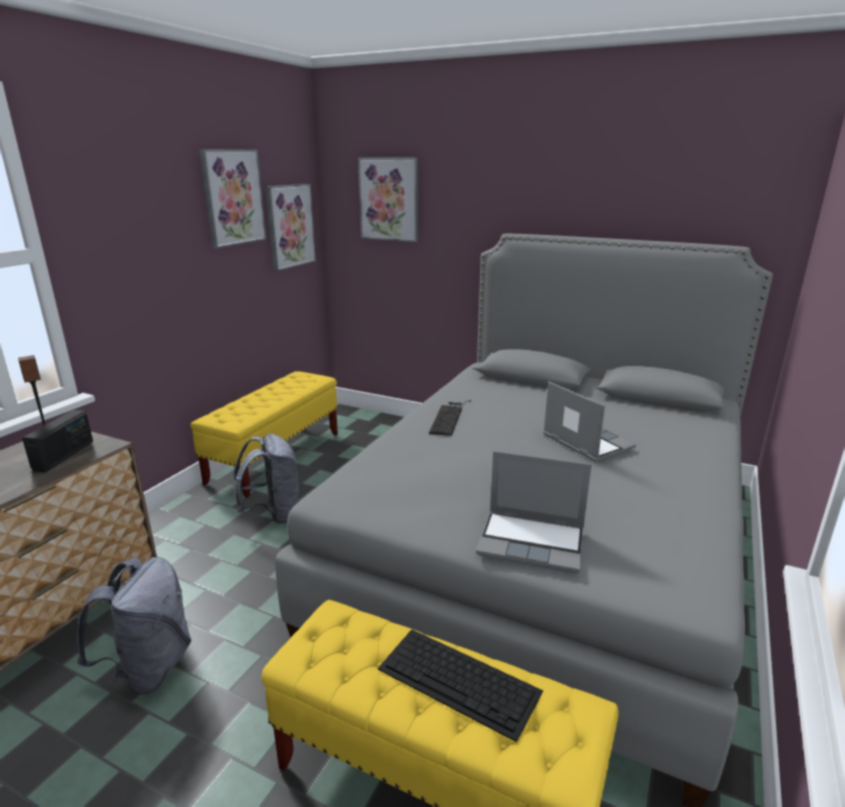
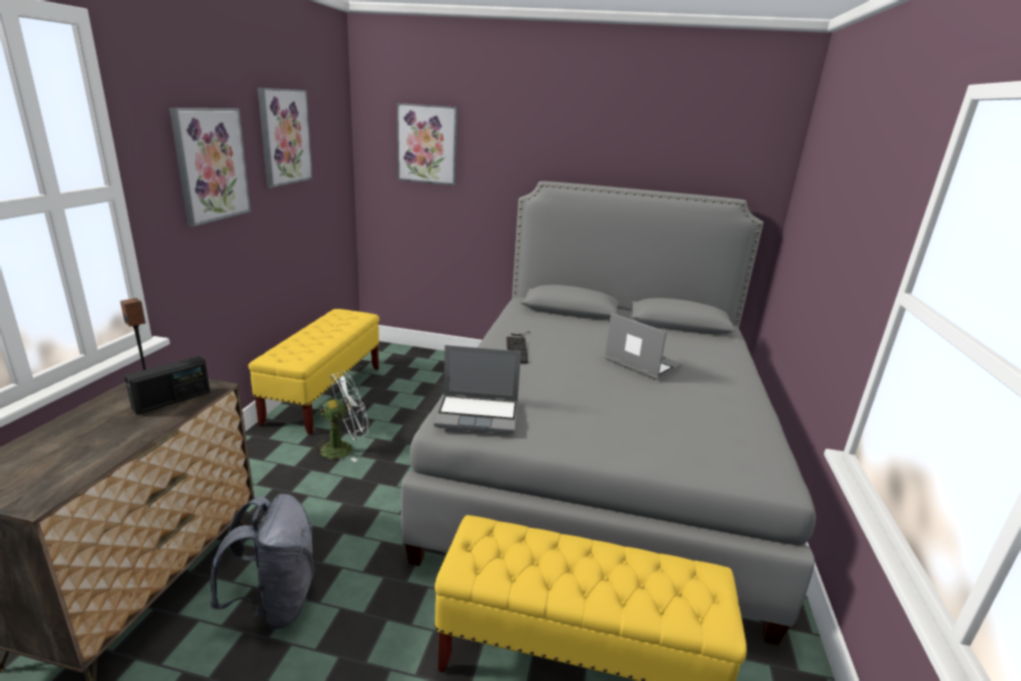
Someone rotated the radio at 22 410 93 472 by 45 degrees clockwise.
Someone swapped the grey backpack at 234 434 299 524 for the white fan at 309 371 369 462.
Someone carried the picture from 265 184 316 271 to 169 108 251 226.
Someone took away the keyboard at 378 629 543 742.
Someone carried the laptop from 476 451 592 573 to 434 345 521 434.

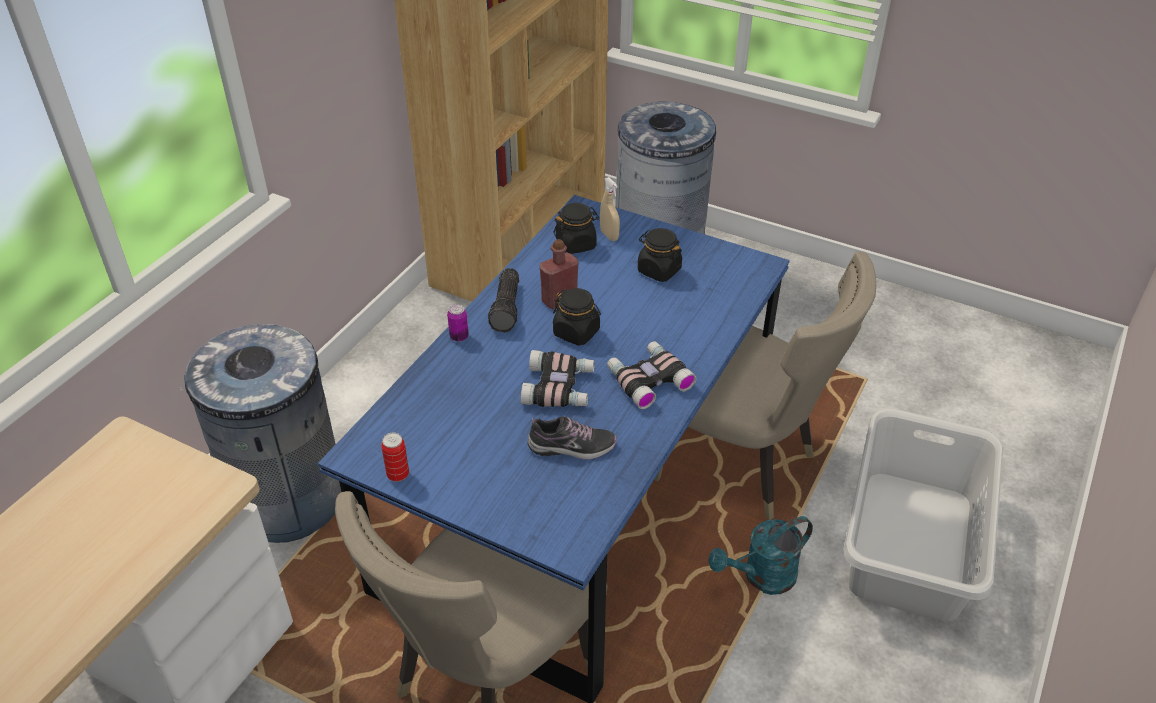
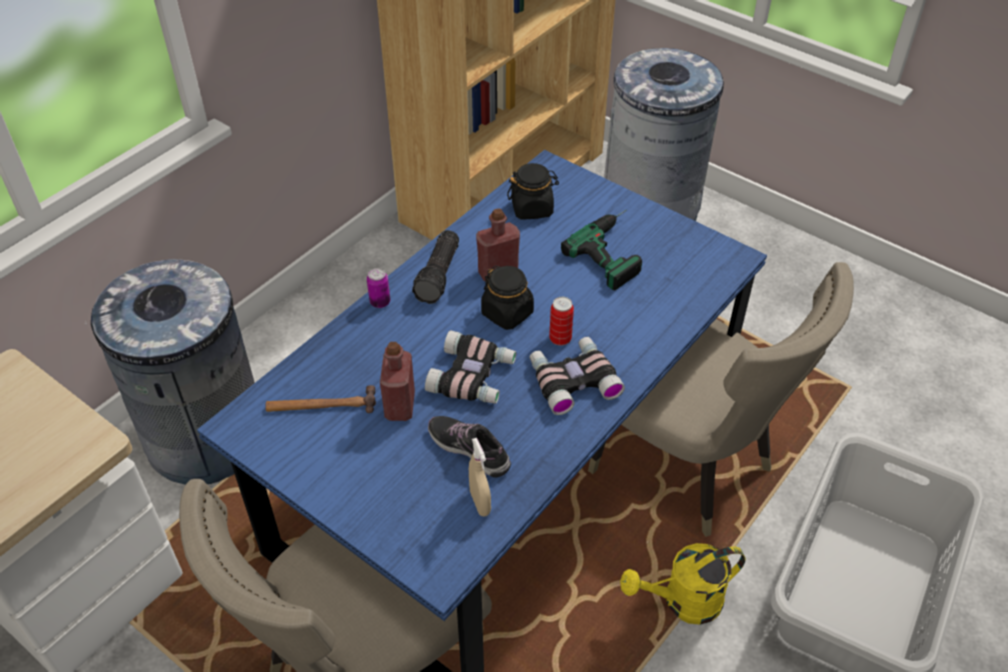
Someone carried the can from 381 432 409 482 to 549 297 574 345.
Someone rotated the shoe at 527 416 617 460 by 150 degrees counterclockwise.
Someone carried the beige spray bottle from 600 177 620 241 to 469 438 491 517.
Someone swapped the black jar at 638 228 682 282 for the power drill at 561 210 642 290.
Someone repainted the turquoise watering can at 708 516 813 595, which became the yellow watering can at 620 543 745 625.
Someone put down the hammer at 265 385 376 413.
Someone put down the red bottle at 380 342 415 421.

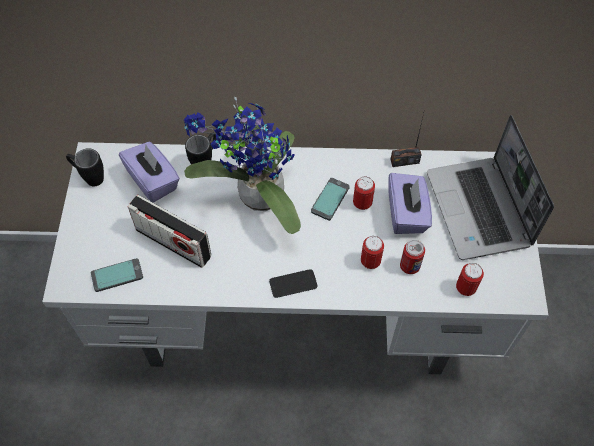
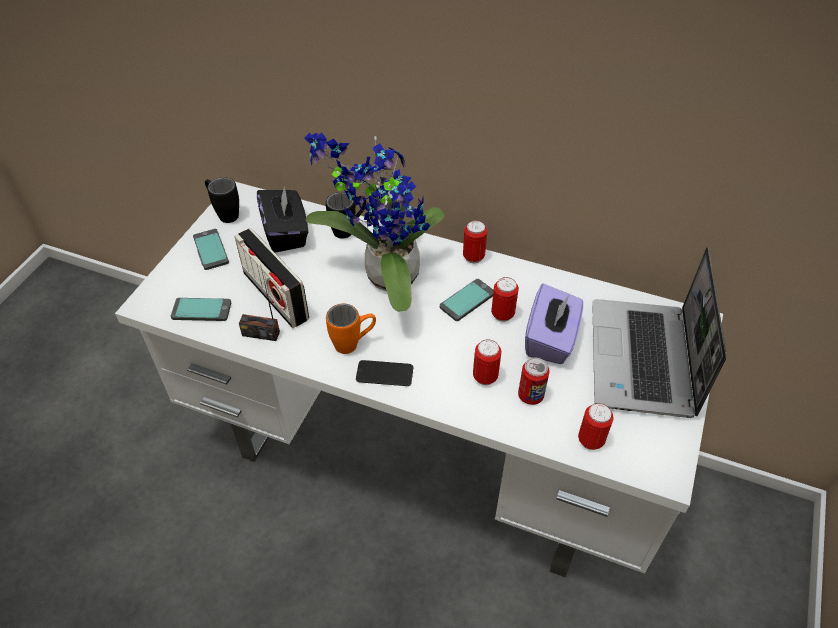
Someone repainted the purple tissue box at 119 142 180 203, which became the black tissue box at 257 186 308 253.
Someone carried the radio from 390 109 425 167 to 239 268 280 341.
Someone put down the phone at 193 229 229 270.
Someone put down the orange mug at 326 304 376 354.
Someone put down the can at 463 220 487 263.

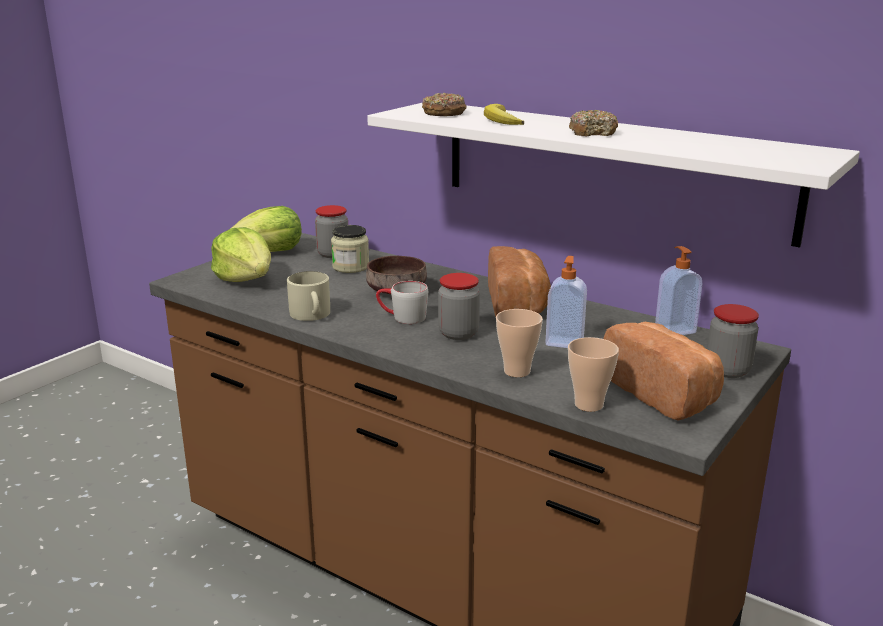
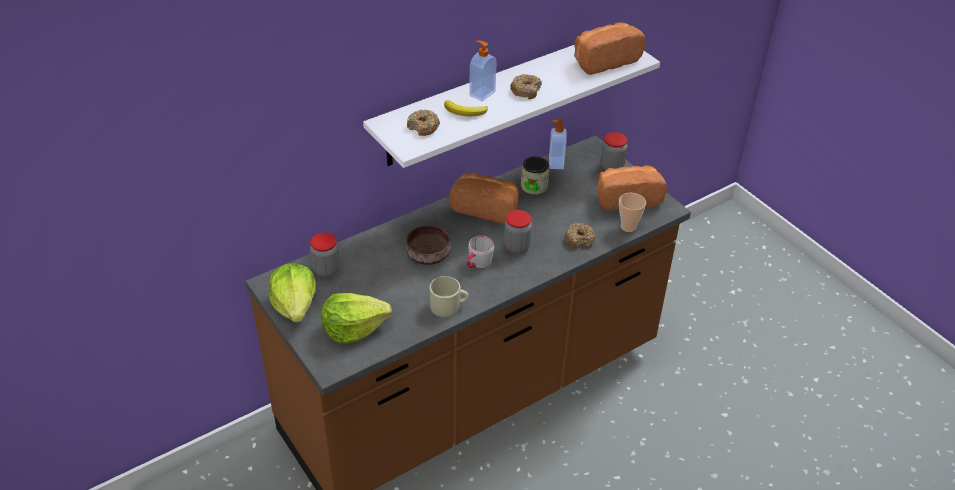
Someone carried the jar from 331 225 369 273 to 521 156 549 195.
Someone swapped the cup at 496 309 543 377 for the donut at 565 223 595 248.
Someone carried the soap dispenser from 545 256 587 348 to 469 40 497 101.
Someone put down the bread at 574 23 645 75.

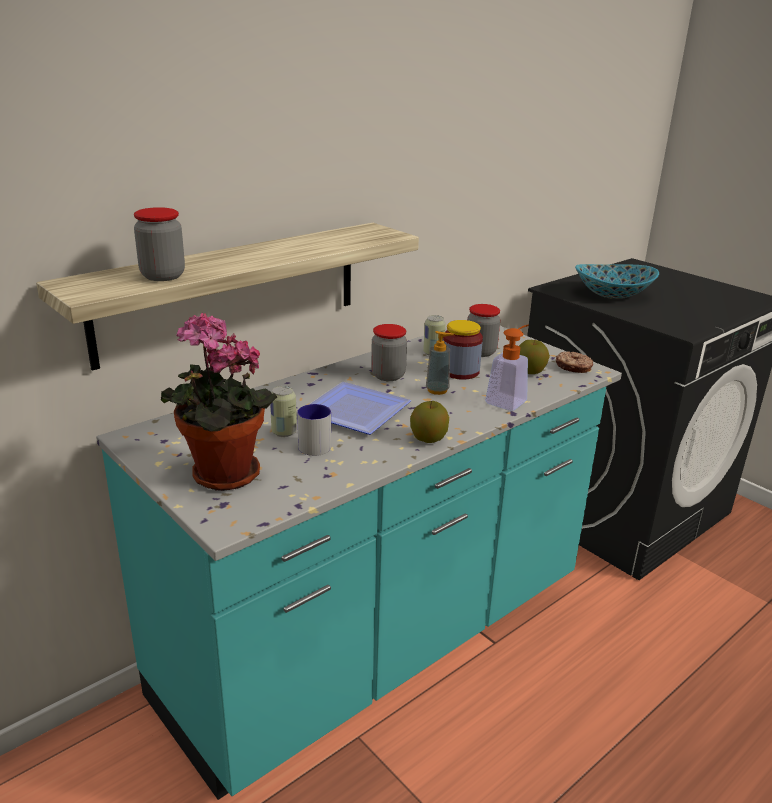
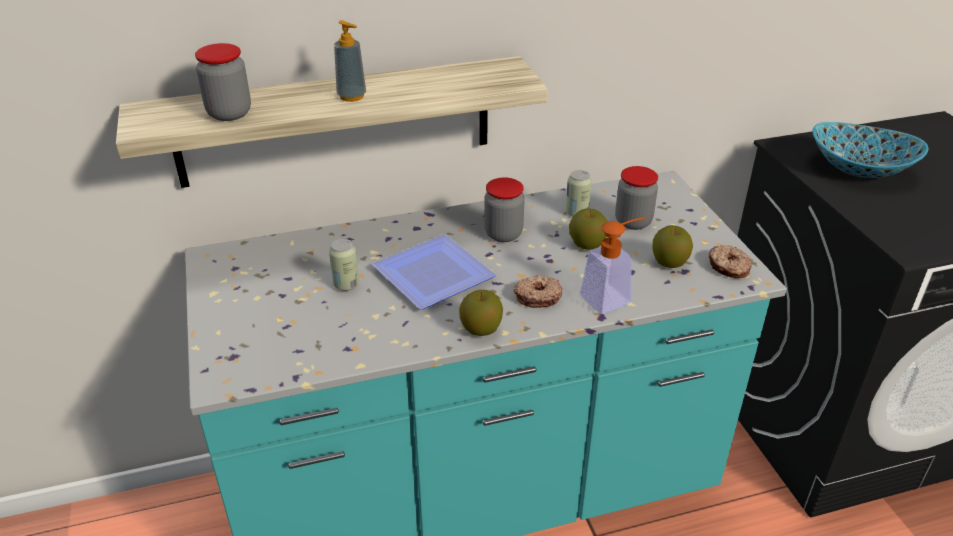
Someone took away the potted plant at 161 313 277 491.
Someone took away the mug at 297 404 331 456.
Someone carried the soap dispenser from 426 331 454 395 to 334 20 366 102.
Someone swapped the jar at 443 320 483 379 for the apple at 569 209 607 250.
Someone put down the donut at 514 275 562 308.

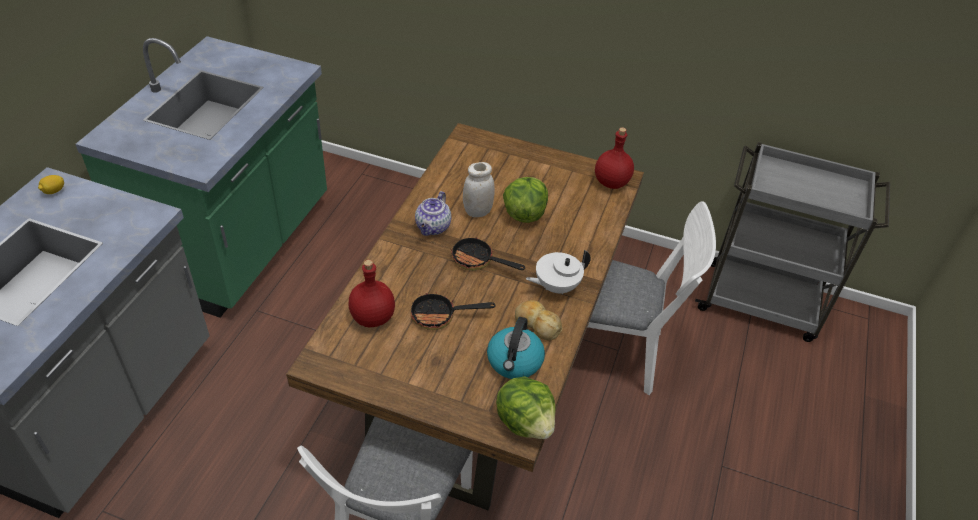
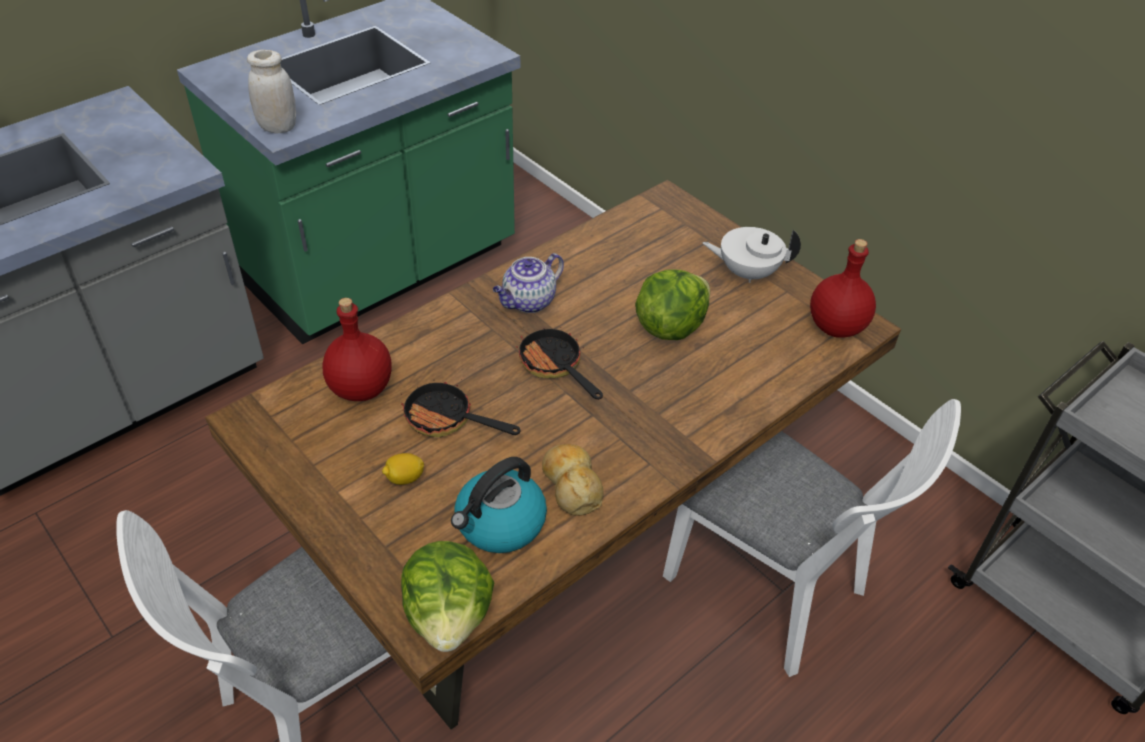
Someone carried the lemon from 38 175 64 194 to 382 453 424 485.
Someone carried the white jar from 463 162 495 217 to 247 50 296 134.
Someone carried the white teapot from 526 250 591 294 to 703 227 801 283.

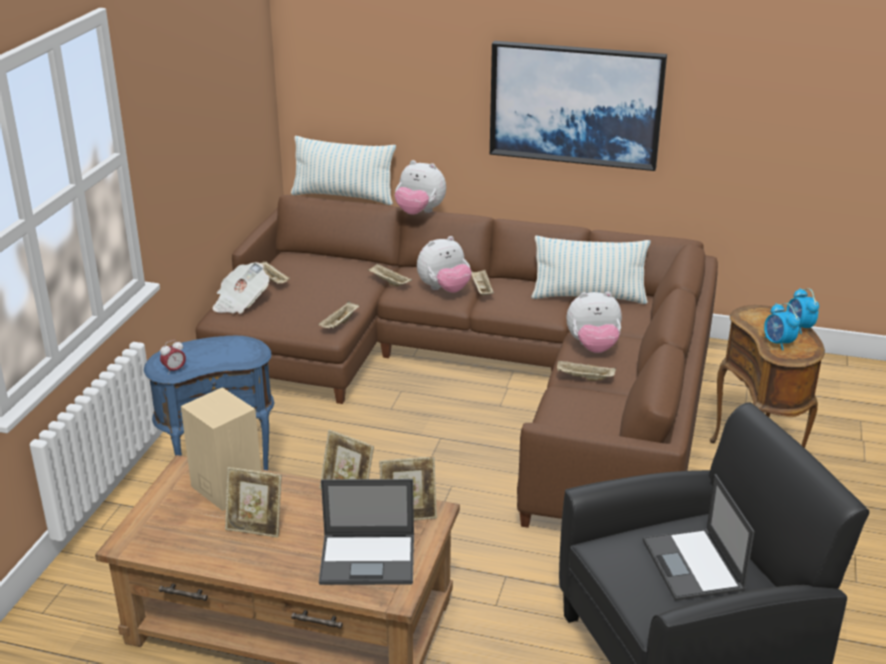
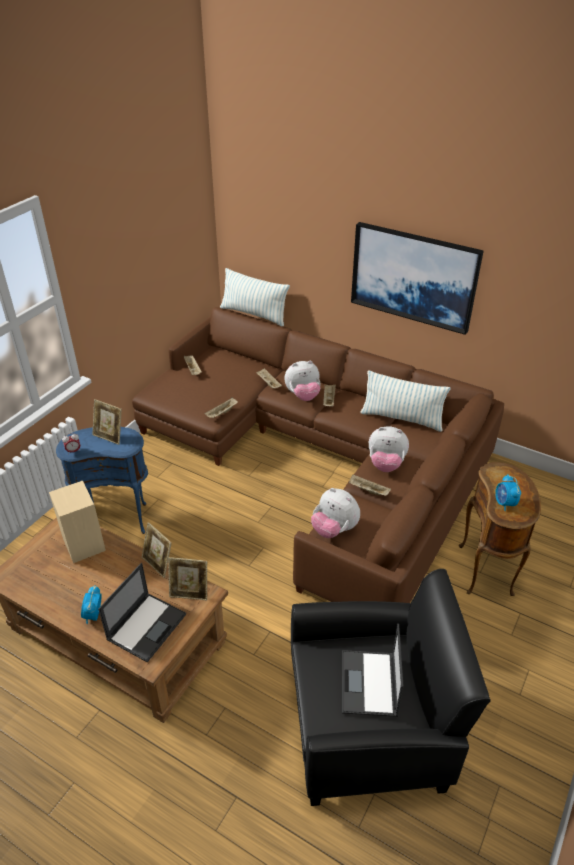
Someone took away the newspaper at 212 262 269 314.
Someone carried the picture frame from 225 467 282 537 to 92 399 122 445.
Someone rotated the laptop at 319 479 414 585 by 75 degrees counterclockwise.
Someone carried the plush toy from 395 160 446 215 to 311 488 360 538.
Someone carried the alarm clock from 786 288 819 334 to 81 585 102 624.

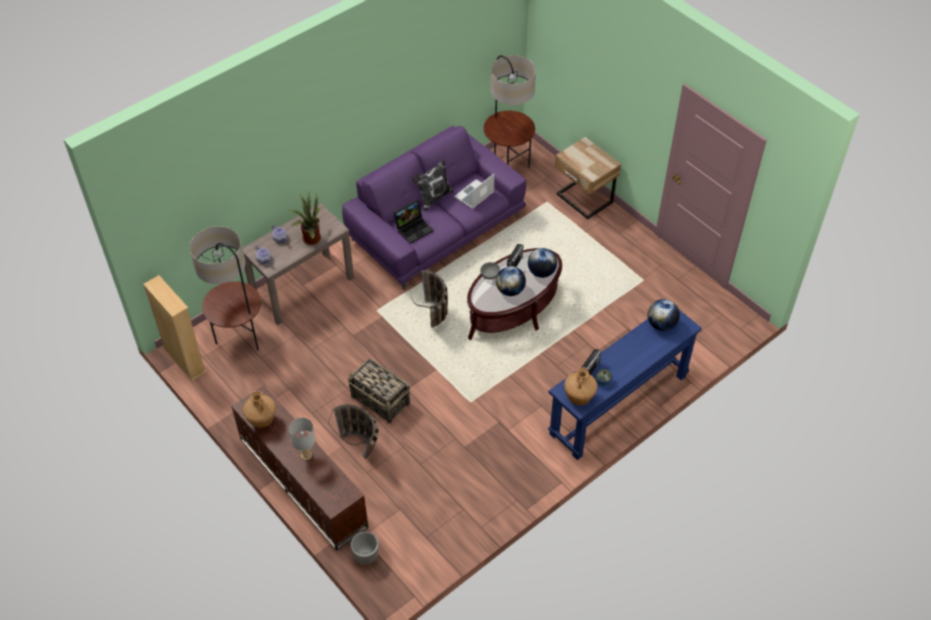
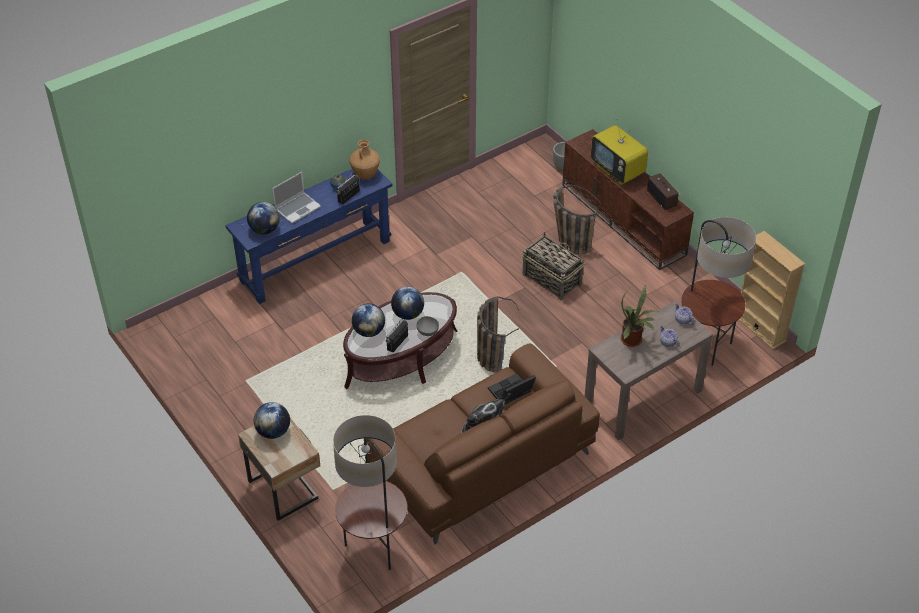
Someone swapped the brown vase at 243 391 276 428 for the radio at 647 174 679 210.
Someone swapped the grey table lamp at 289 417 316 460 for the television at 591 121 648 185.
Someone repainted the purple sofa at 342 126 526 290, which became the brown sofa at 364 343 600 544.
Someone carried the laptop from 454 174 494 209 to 272 172 321 224.
Someone put down the globe at 254 402 290 439.

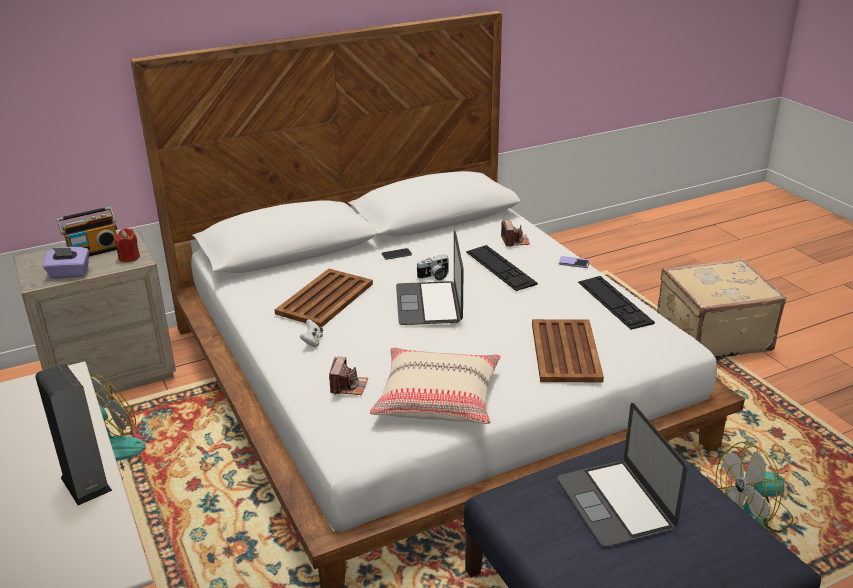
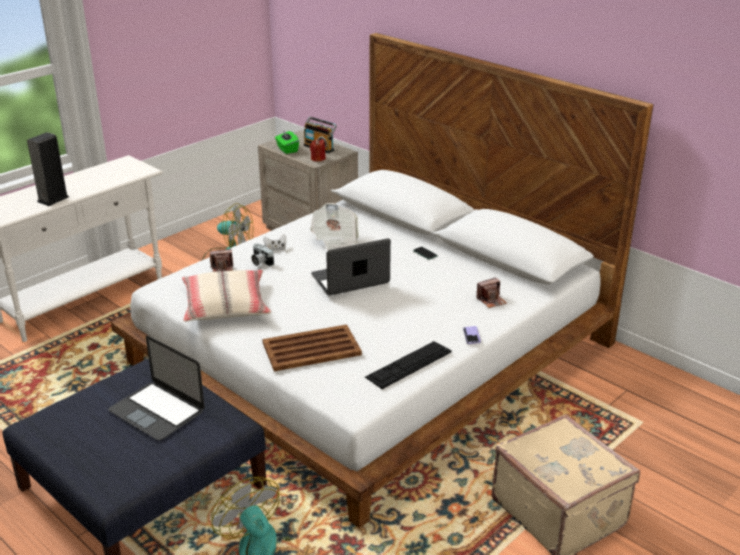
Someone repainted the purple tissue box at 43 247 89 279, which became the green tissue box at 275 130 299 154.
Someone swapped the brown tray at 275 269 373 328 for the newspaper at 310 203 359 250.
Someone carried the photo camera from 416 254 449 281 to 252 243 274 266.
Someone took away the keyboard at 466 245 538 291.
Someone rotated the laptop at 558 403 687 547 by 105 degrees counterclockwise.

